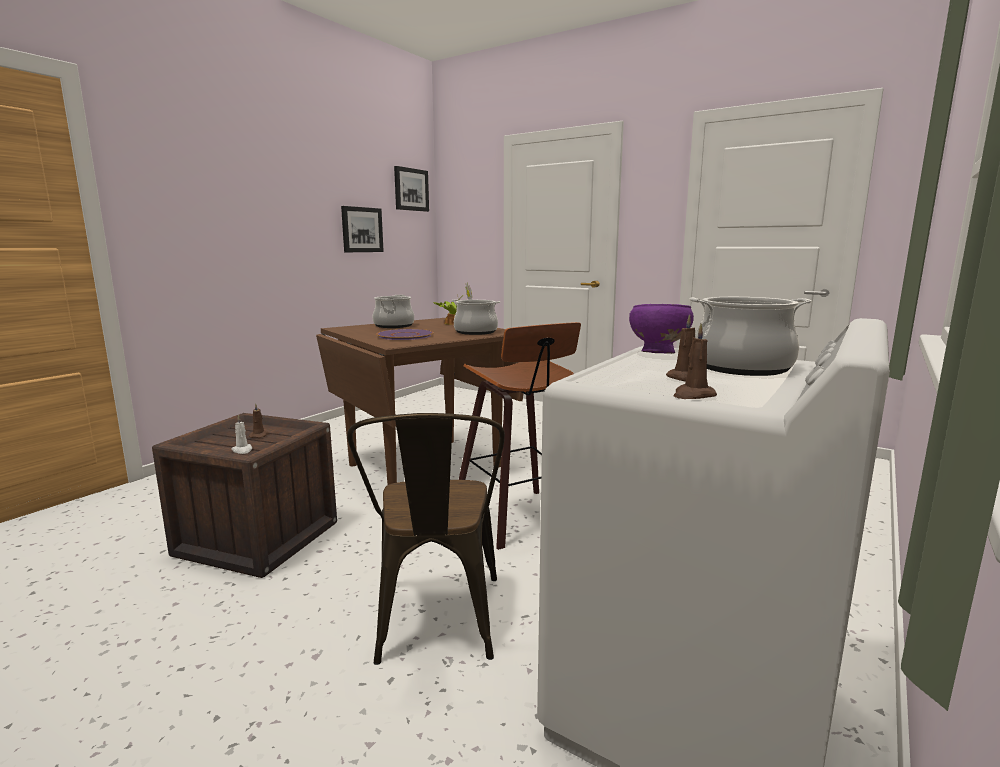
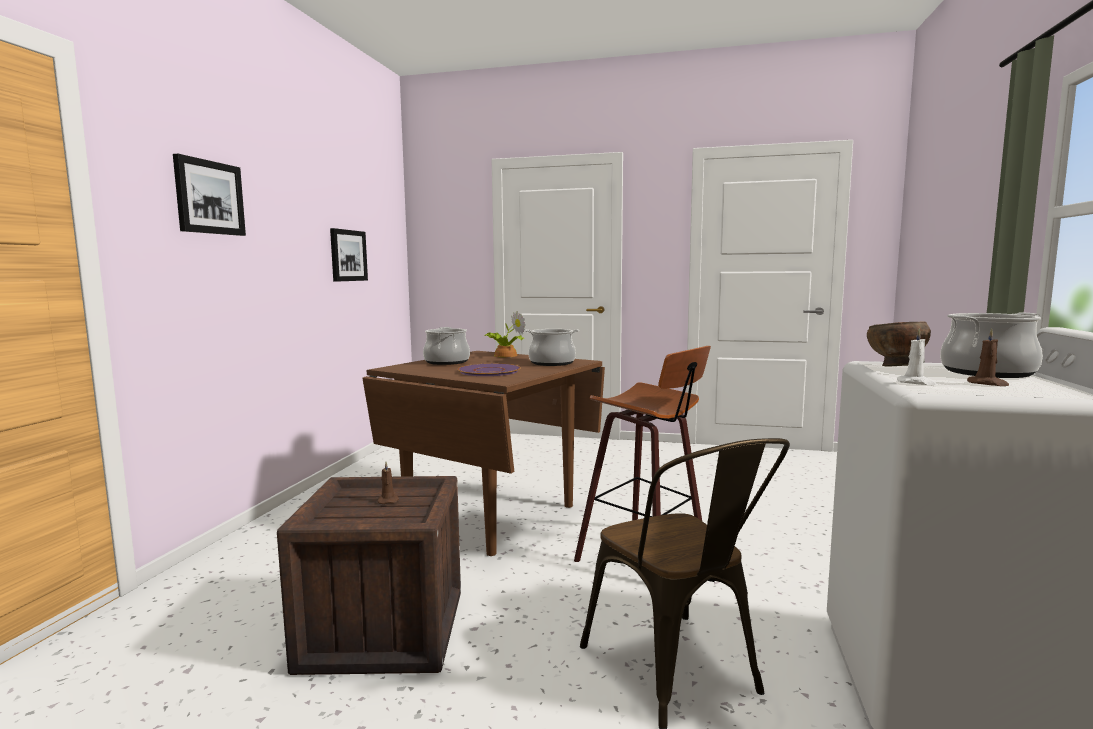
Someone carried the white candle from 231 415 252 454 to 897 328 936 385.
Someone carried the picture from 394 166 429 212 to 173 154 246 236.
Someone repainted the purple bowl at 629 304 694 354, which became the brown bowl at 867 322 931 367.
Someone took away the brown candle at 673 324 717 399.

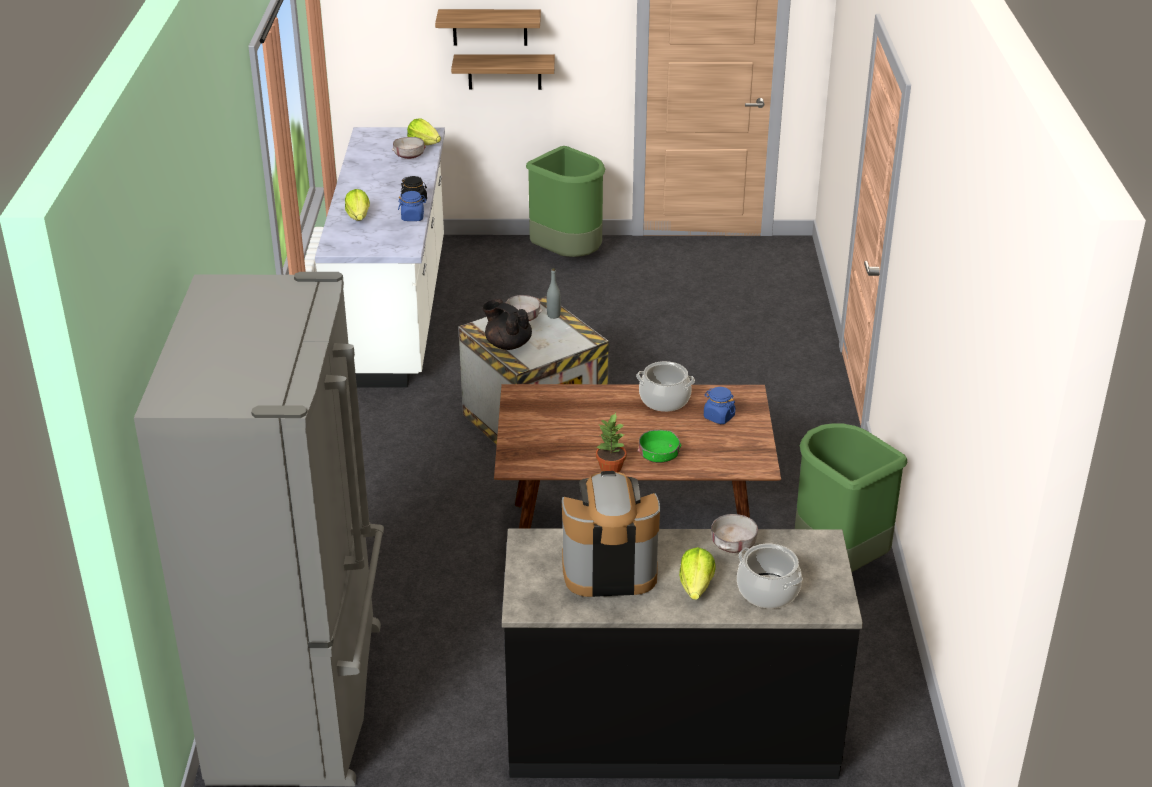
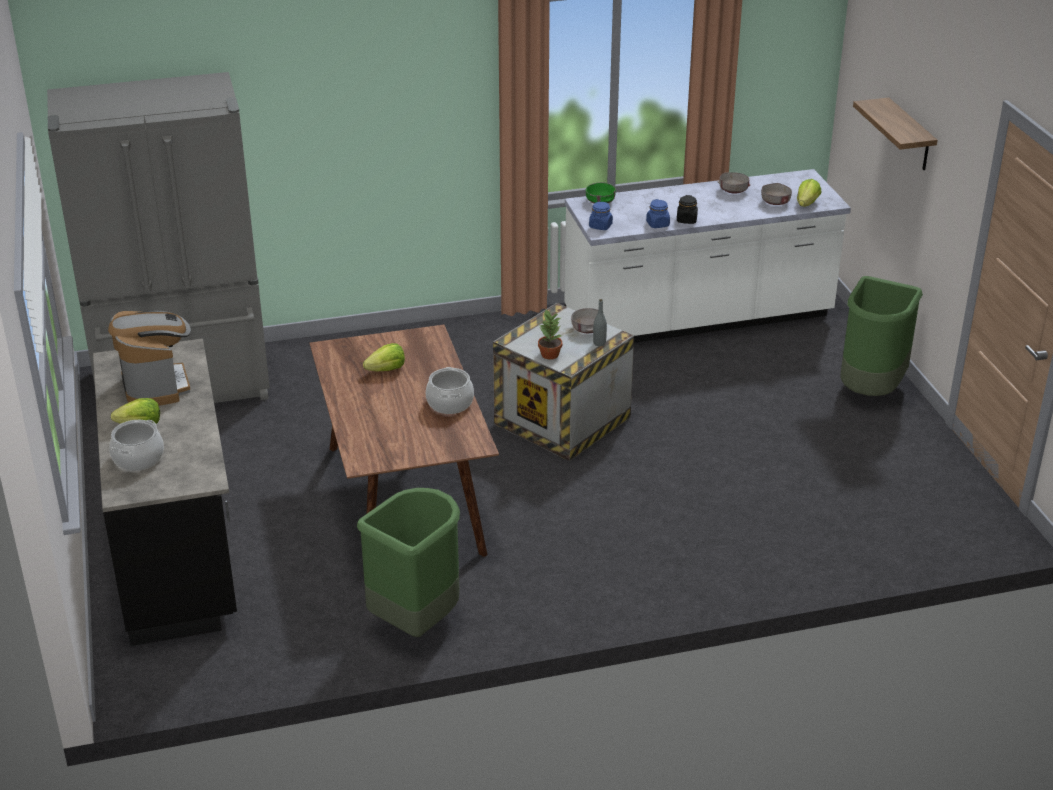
Someone carried the lettuce from 345 189 370 221 to 363 343 405 372.
Someone took away the shelf at 451 54 555 90.
Someone took away the black teapot at 482 299 532 350.
Someone carried the potted plant from 596 413 626 472 to 538 310 563 360.
Someone carried the green bowl from 637 430 681 463 to 586 182 616 203.
Someone carried the blue jar from 704 387 735 424 to 589 202 613 230.
Someone carried the grey bowl from 711 514 758 553 to 718 172 750 194.

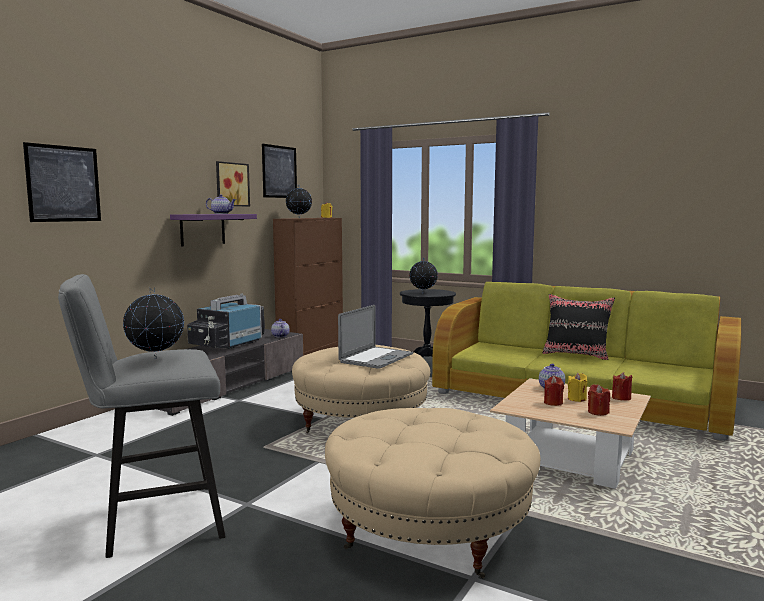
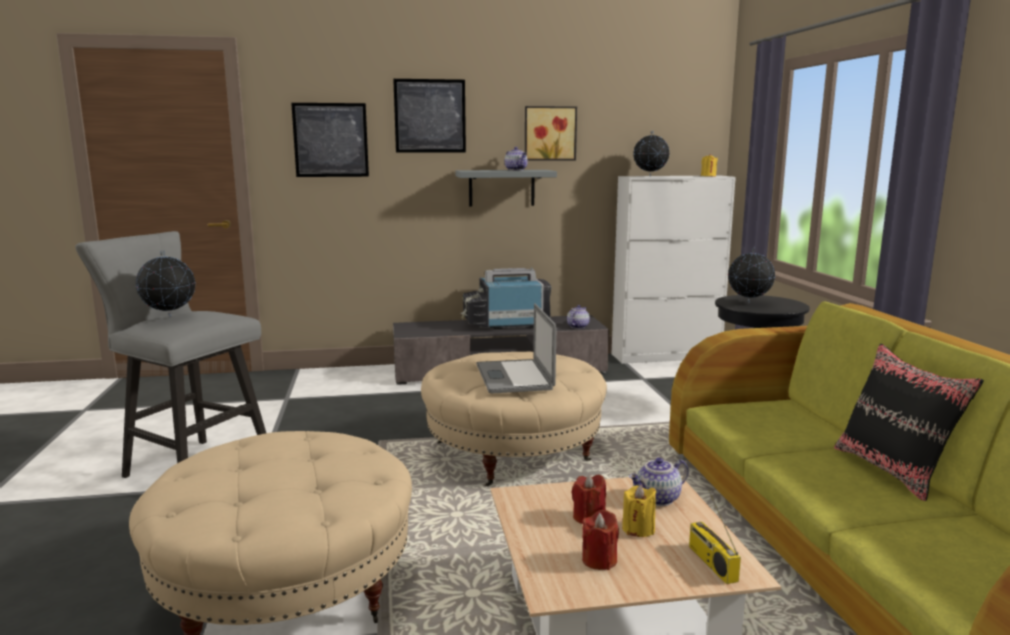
Someone repainted the purple shelf at 170 214 257 247, which became the grey shelf at 455 170 557 207.
Someone carried the picture from 262 144 297 198 to 393 79 466 153.
Someone repainted the brown cabinet at 273 218 343 356, which became the white cabinet at 612 176 736 364.
Someone rotated the laptop at 338 305 413 369 by 90 degrees clockwise.
Someone swapped the red candle at 612 372 633 401 for the radio at 689 489 741 584.

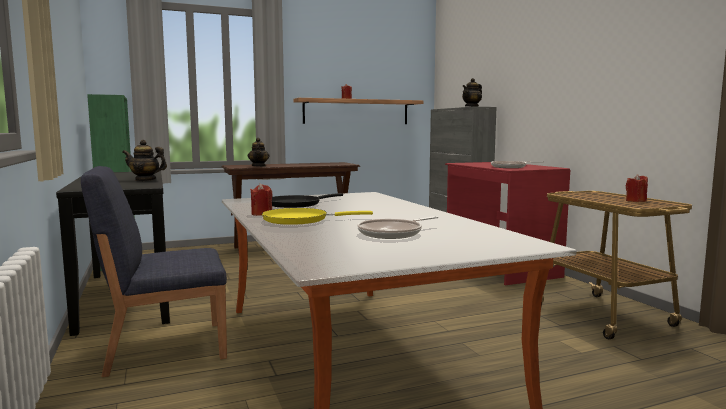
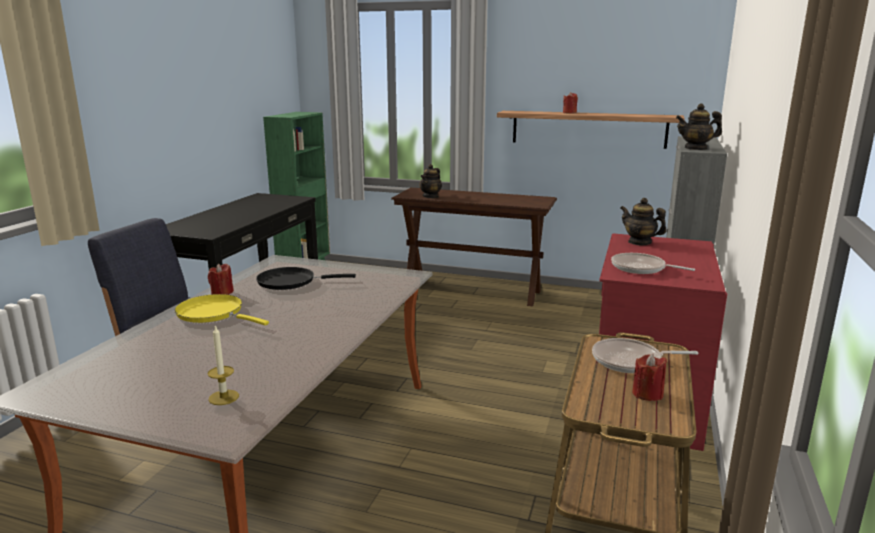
Someone carried the teapot from 122 140 167 181 to 620 198 667 245.
Someone carried the frying pan from 357 216 438 239 to 592 338 698 373.
Someone put down the candle at 208 325 239 405.

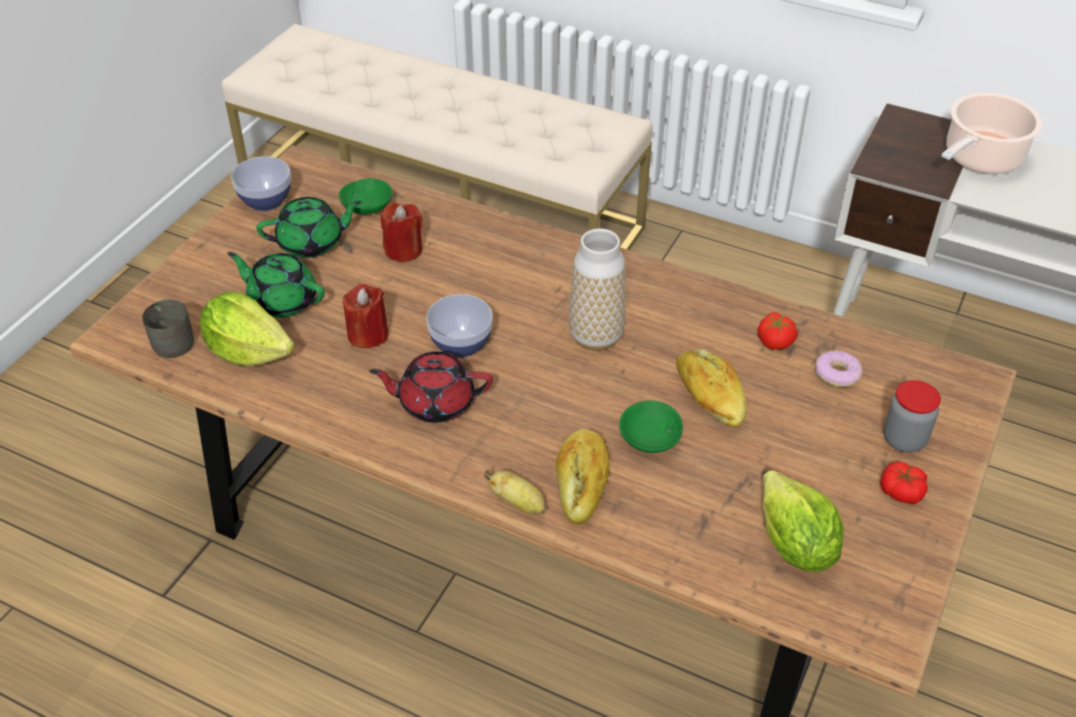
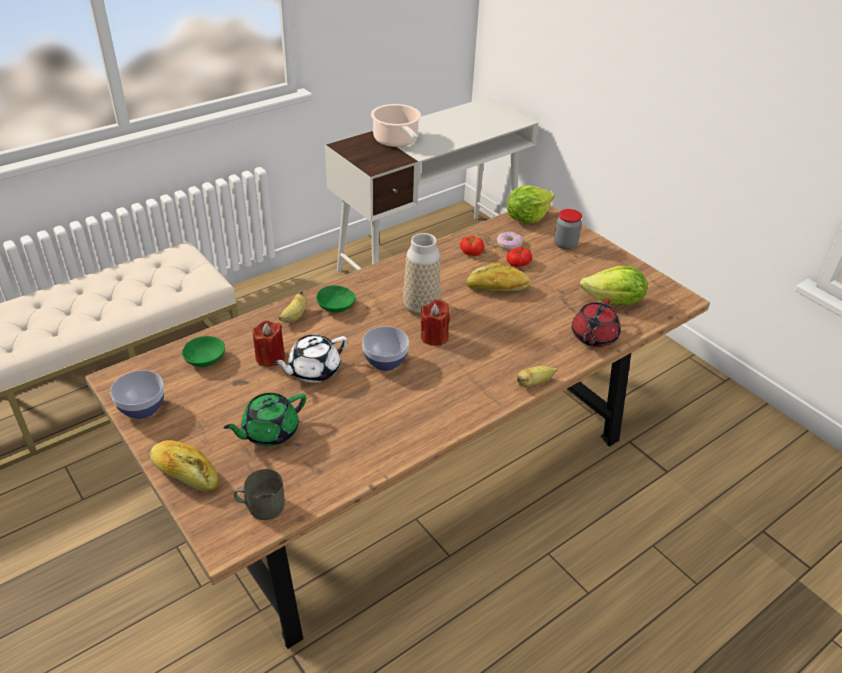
Someone carried the lettuce from 200 291 294 366 to 507 185 554 223.
Someone took away the green teapot at 257 197 361 258.
Someone carried the red candle from 343 284 389 348 to 421 299 450 346.
Someone carried the red teapot from 369 351 493 423 to 572 298 621 347.
Someone carried the bread from 556 429 610 524 to 150 440 219 492.
Someone carried the green bowl from 619 400 683 453 to 316 285 356 313.
Someone carried the tomato from 880 462 928 504 to 507 247 532 267.
Someone put down the white teapot at 273 334 348 383.
Someone put down the banana at 278 290 307 323.

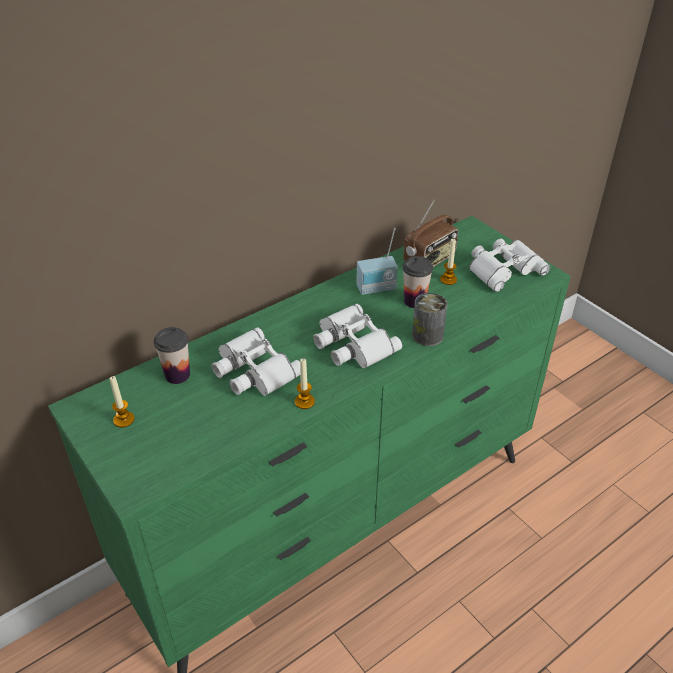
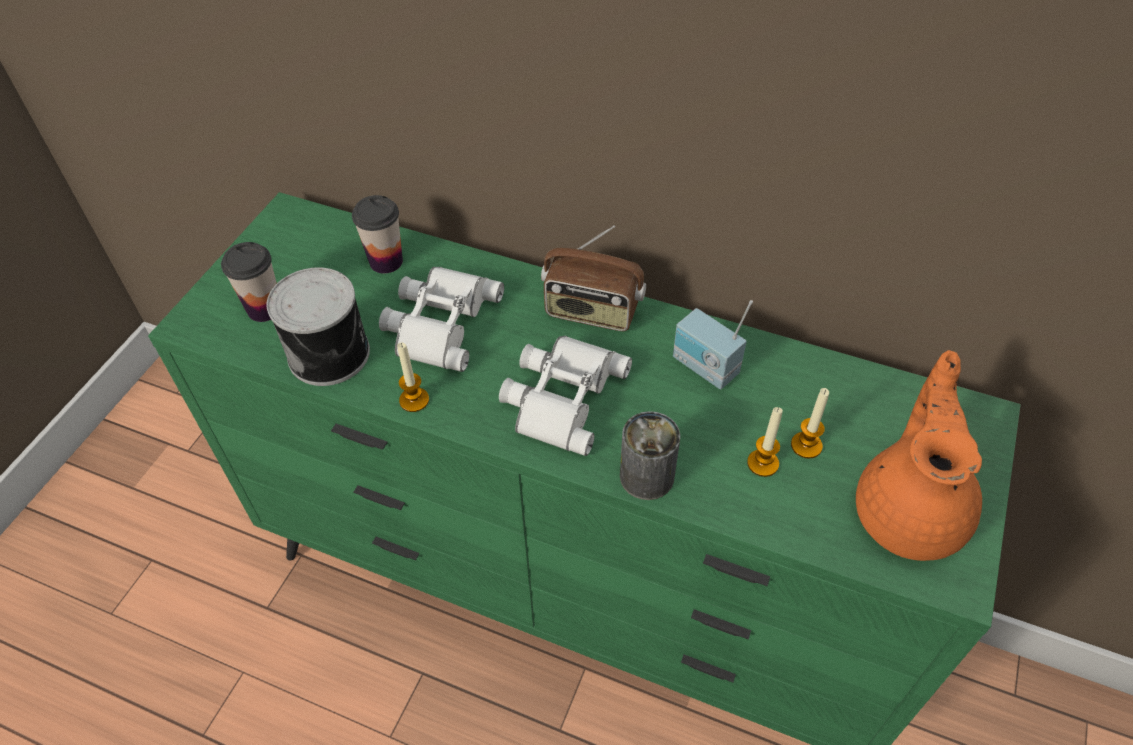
Someone carried the candle from 110 376 135 428 to 747 407 783 477.
Someone carried the radio from 403 199 458 267 to 541 225 646 331.
Someone carried the cup from 403 256 433 308 to 221 242 277 322.
Someone swapped the white binoculars at 469 239 550 292 for the orange teapot at 856 350 982 561.
Someone put down the can at 267 267 370 386.

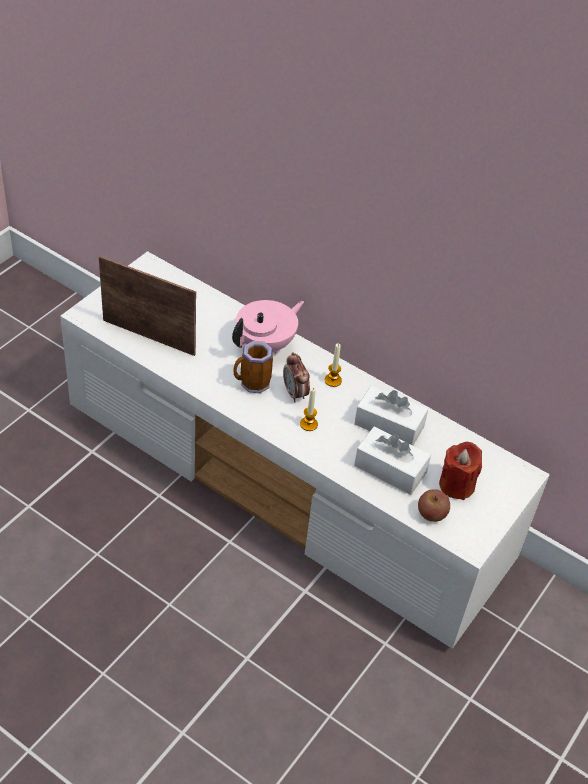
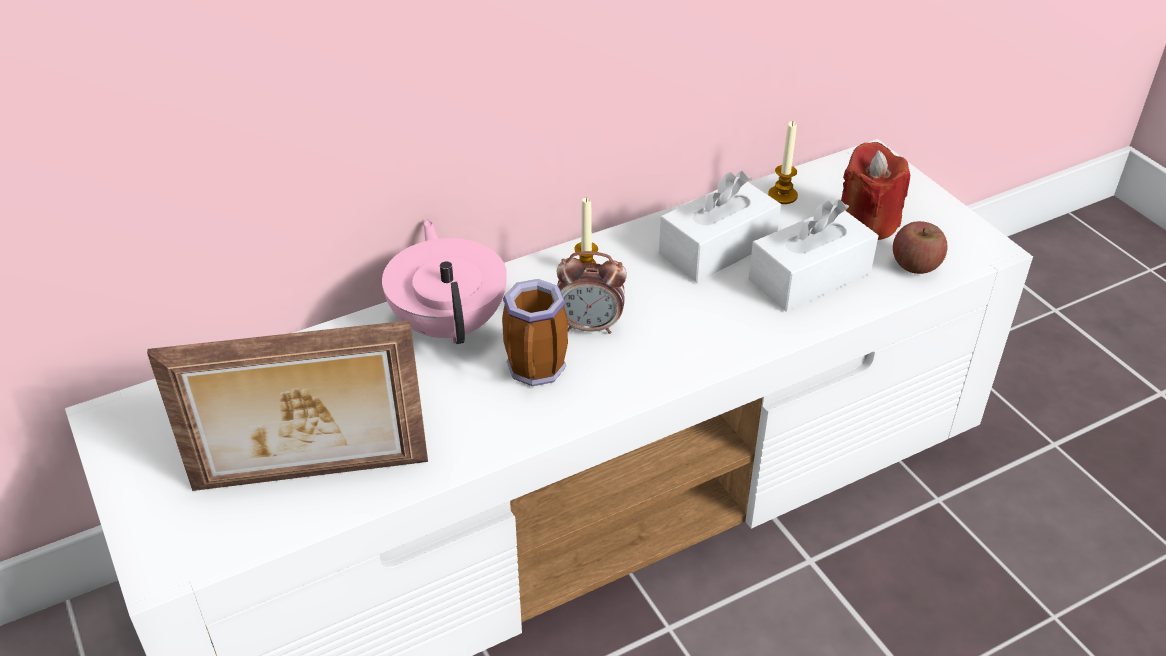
Someone rotated the picture frame at 99 256 196 356 by 150 degrees counterclockwise.
Someone carried the candle from 300 387 318 431 to 768 121 798 204.

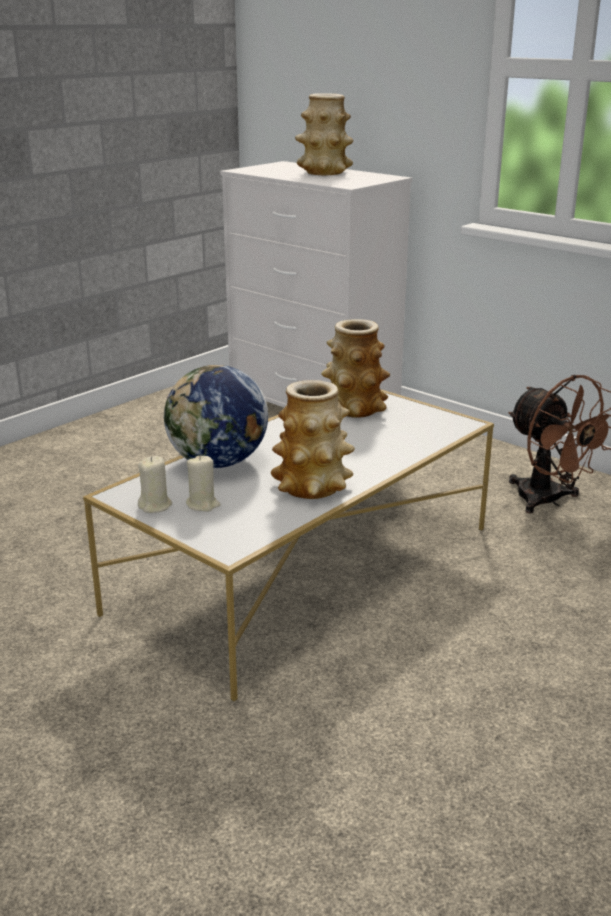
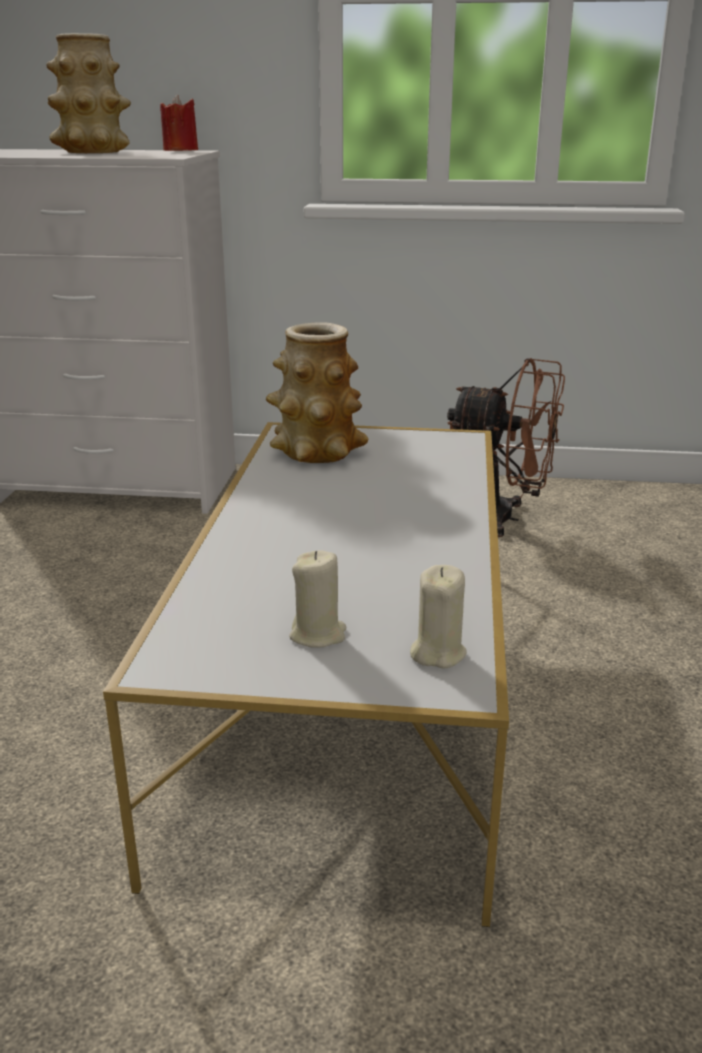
Someone carried the beige candle from 138 456 172 513 to 410 565 467 668.
Someone took away the globe at 164 365 268 468.
Someone took away the vase at 271 380 355 499.
Someone put down the red candle at 160 94 198 151.

